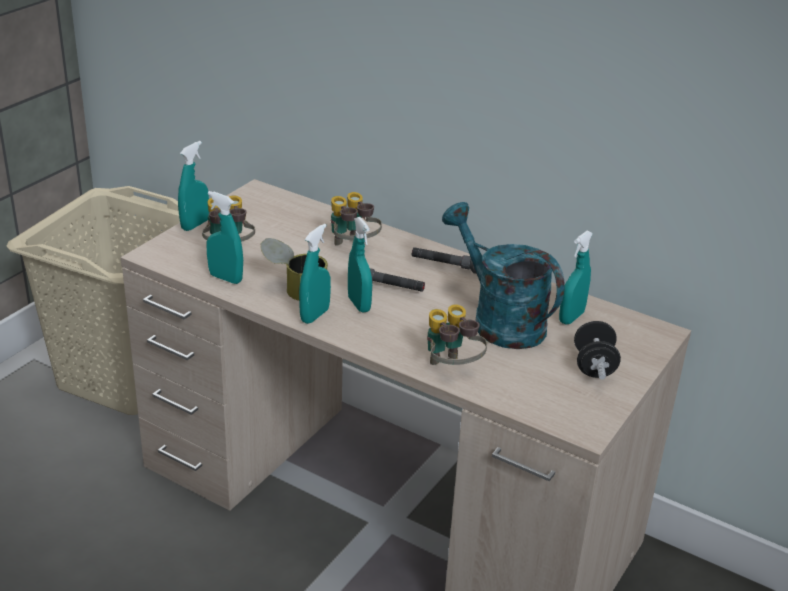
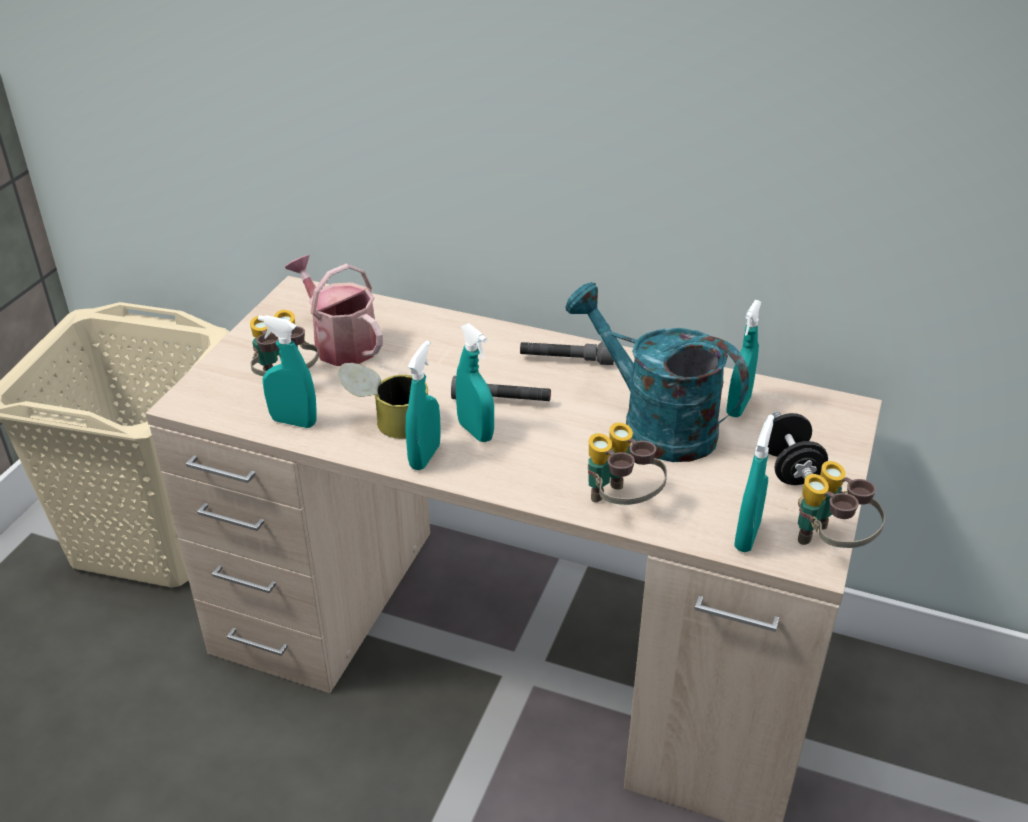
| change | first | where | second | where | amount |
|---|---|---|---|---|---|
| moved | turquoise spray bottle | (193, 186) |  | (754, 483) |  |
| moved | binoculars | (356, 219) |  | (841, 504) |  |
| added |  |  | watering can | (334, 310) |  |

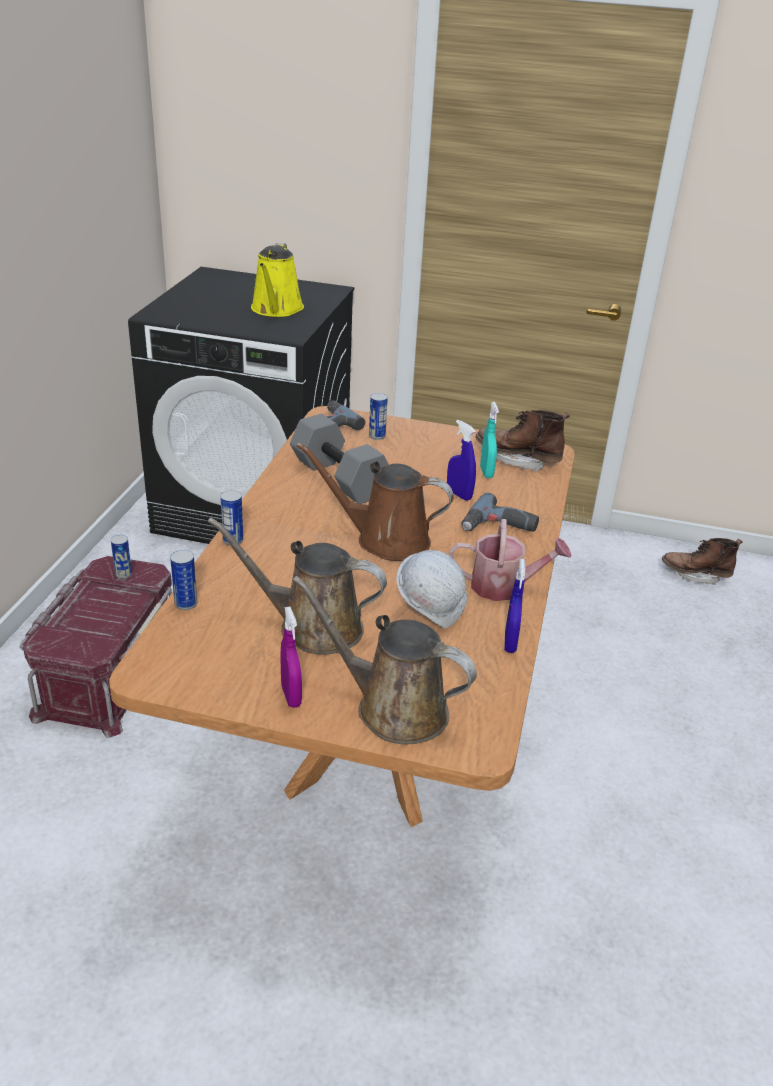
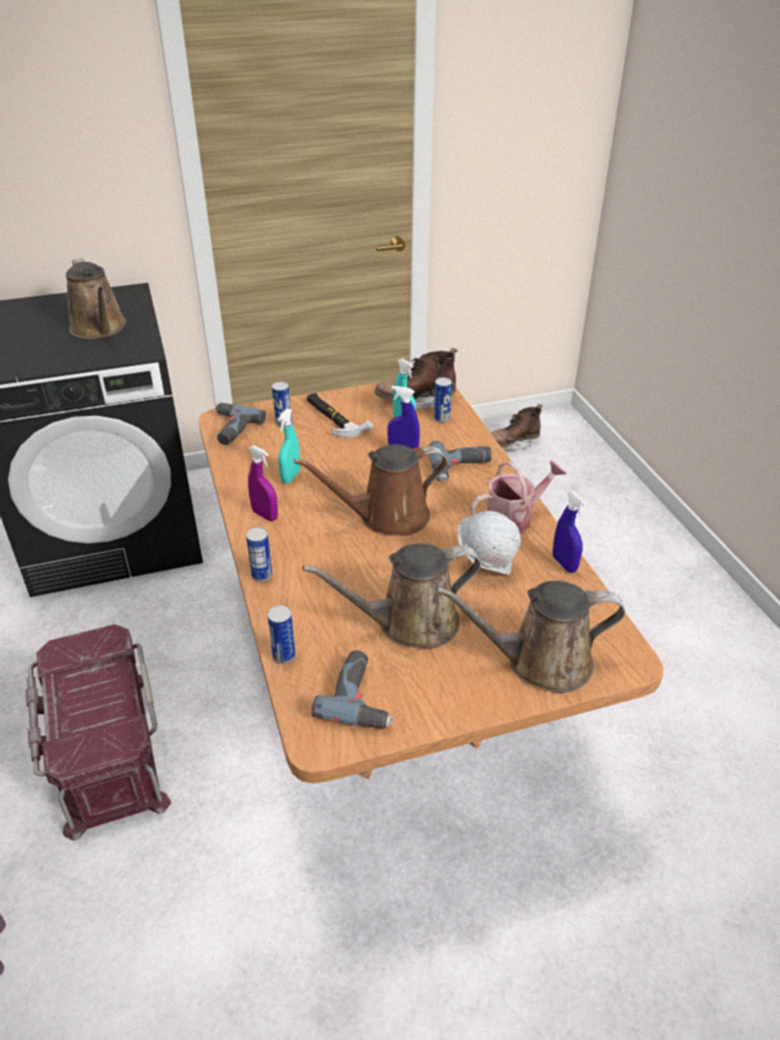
| change | first | where | second | where | amount |
|---|---|---|---|---|---|
| recoloured | yellow watering can | (277, 280) | brown watering can | (96, 298) |  |
| replaced | grey dumbbell | (339, 459) | turquoise spray bottle | (289, 446) |  |
| moved | can | (121, 557) |  | (443, 400) |  |
| moved | purple spray bottle | (291, 657) |  | (263, 483) |  |
| added |  |  | hammer | (340, 415) |  |
| added |  |  | power drill | (352, 689) |  |

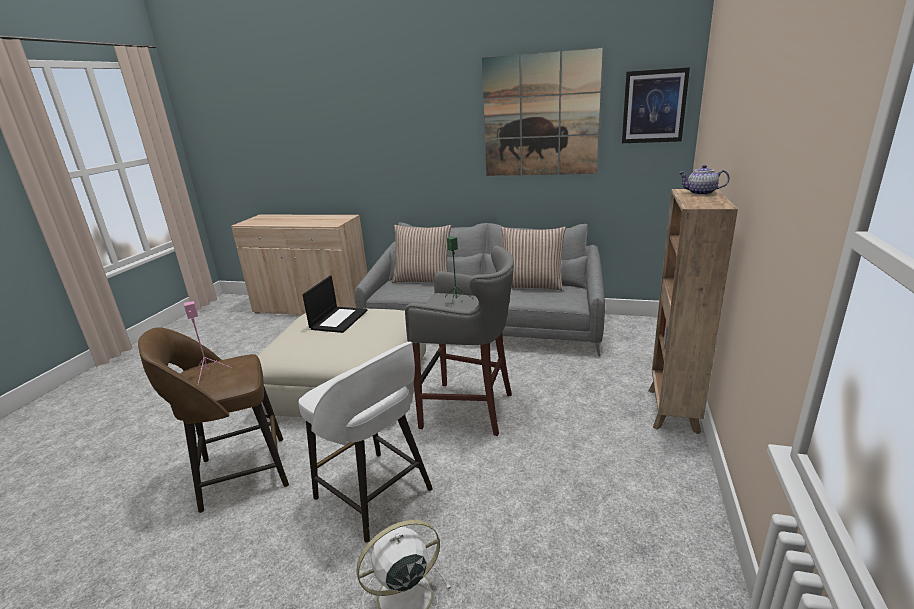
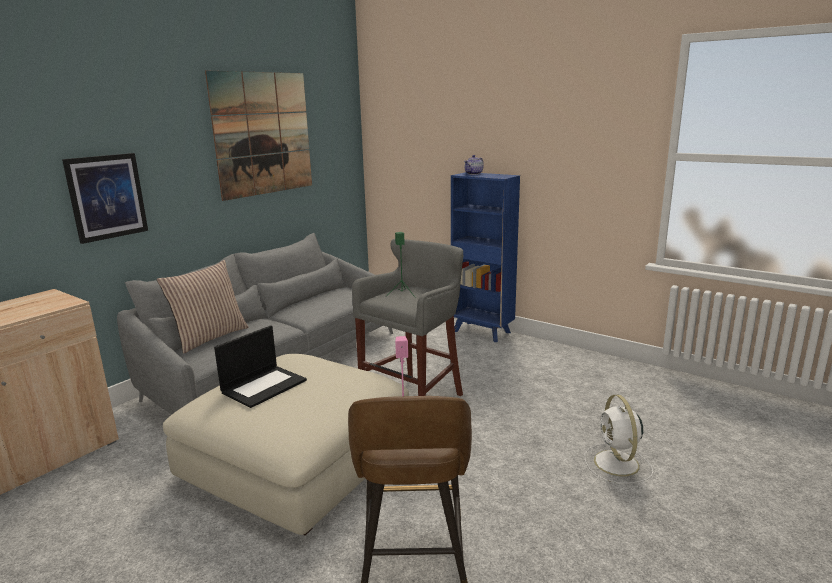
| change | first | where | second | where | amount |
|---|---|---|---|---|---|
| moved | picture | (656, 105) |  | (105, 198) |  |
| recoloured | brown bookcase | (693, 311) | blue bookcase | (485, 257) |  |
| removed | pillow | (533, 259) |  |  |  |
| turned | laptop | (334, 304) |  | (260, 366) | 90 degrees clockwise |
| removed | white stool | (365, 442) |  |  |  |

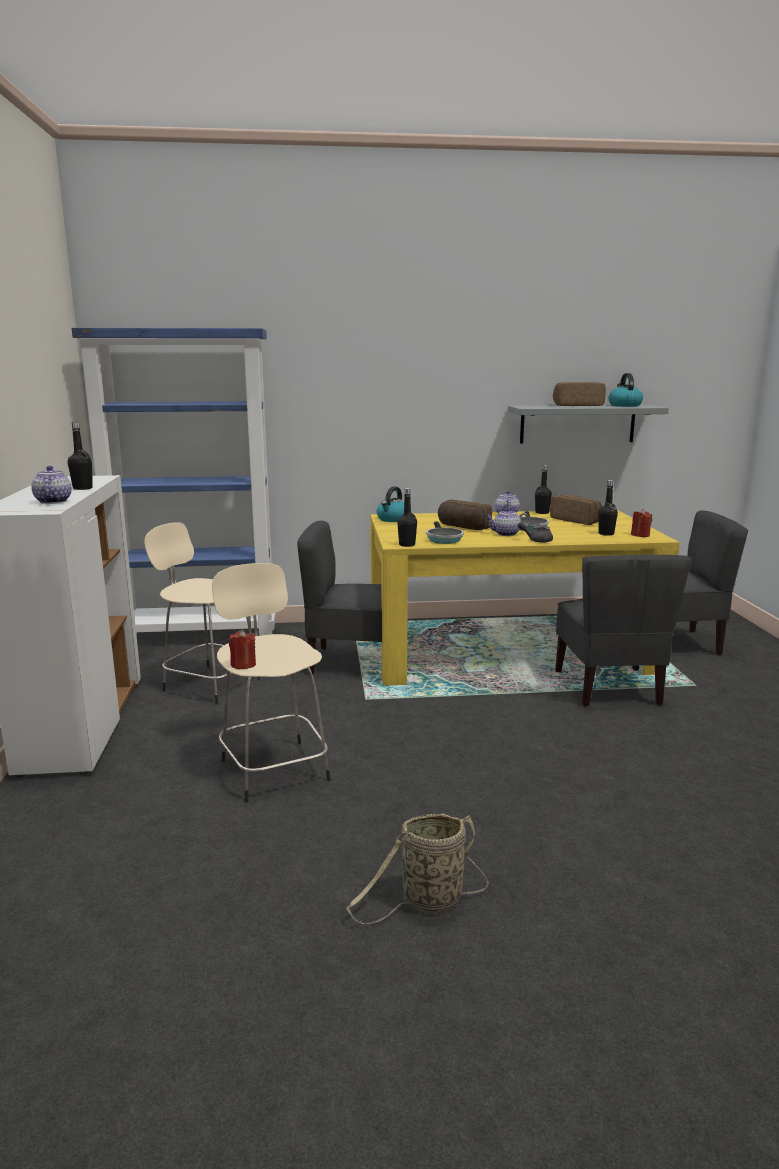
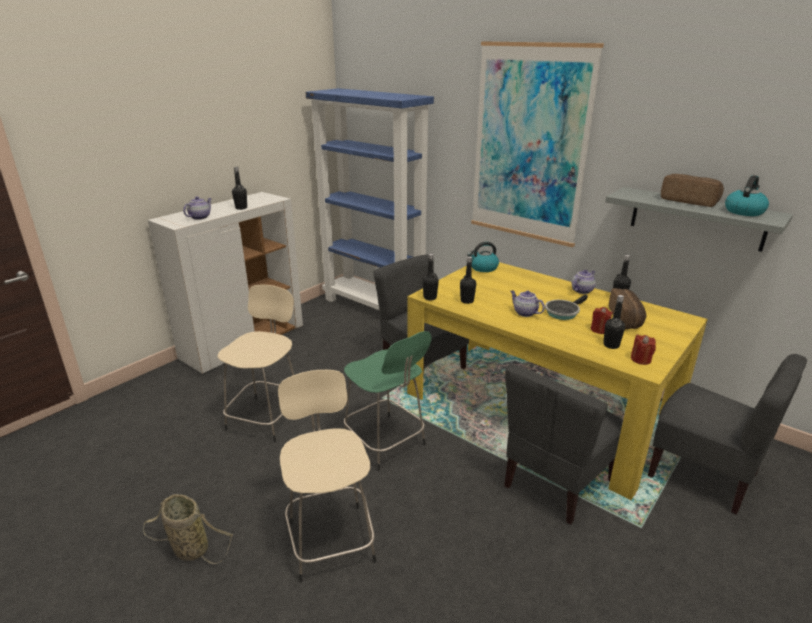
| change | first | where | second | where | amount |
|---|---|---|---|---|---|
| removed | bread | (465, 514) |  |  |  |
| replaced | frying pan | (445, 532) | black bottle | (468, 280) |  |
| moved | beige stool | (202, 613) |  | (327, 476) |  |
| removed | grey teapot | (535, 532) |  |  |  |
| moved | red candle | (242, 649) |  | (602, 320) |  |
| added |  |  | picture | (537, 144) |  |
| added |  |  | green stool | (388, 401) |  |

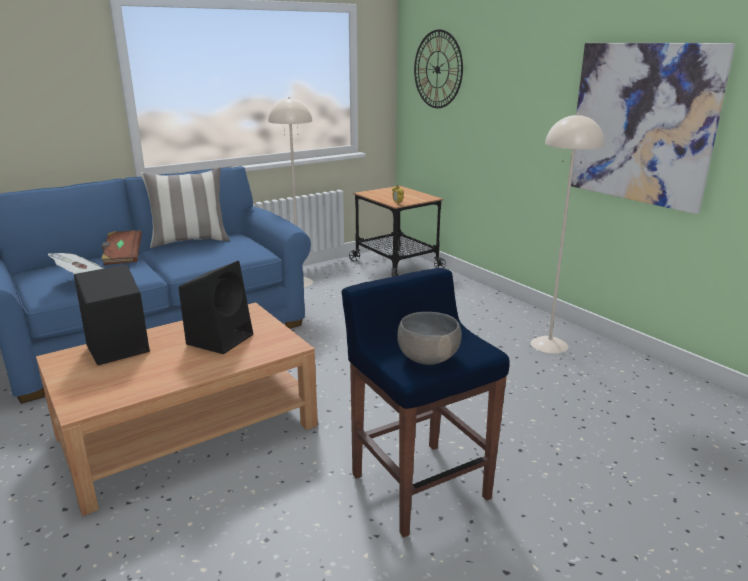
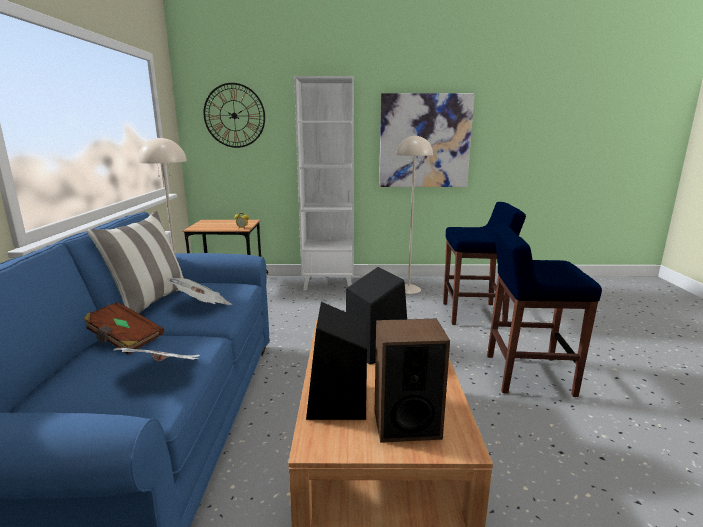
| change | first | where | second | where | amount |
|---|---|---|---|---|---|
| removed | grey bowl | (429, 338) |  |  |  |
| added |  |  | white bookcase | (324, 183) |  |
| added |  |  | blue stool | (484, 263) |  |
| added |  |  | newspaper | (199, 291) |  |
| added |  |  | speaker | (412, 381) |  |

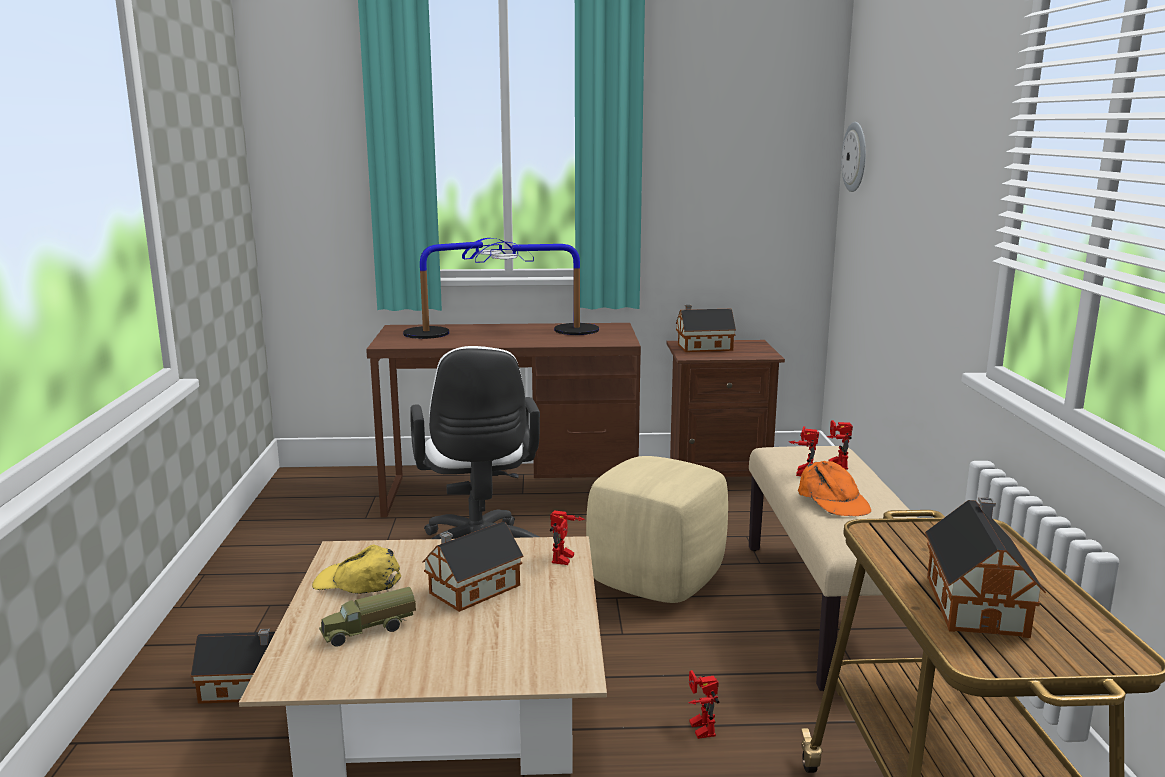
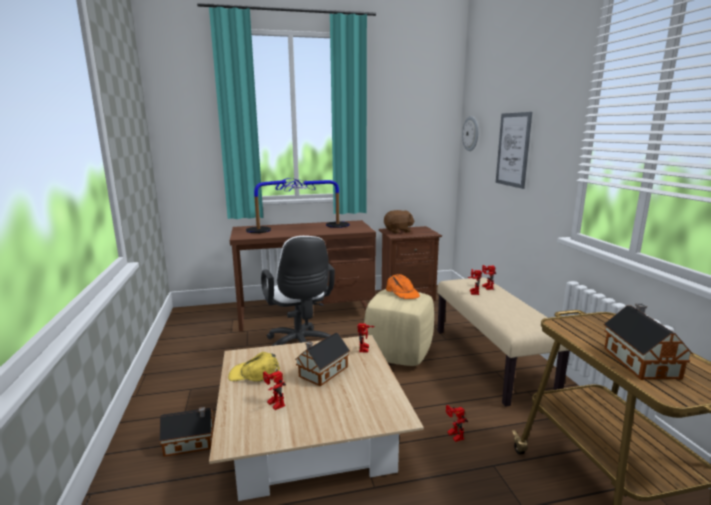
| change | first | where | second | where | amount |
|---|---|---|---|---|---|
| replaced | toy house | (706, 328) | brown plush toy | (399, 222) |  |
| moved | orange cap | (834, 488) |  | (403, 286) |  |
| replaced | toy truck | (367, 617) | toy robot | (274, 390) |  |
| added |  |  | picture | (514, 150) |  |

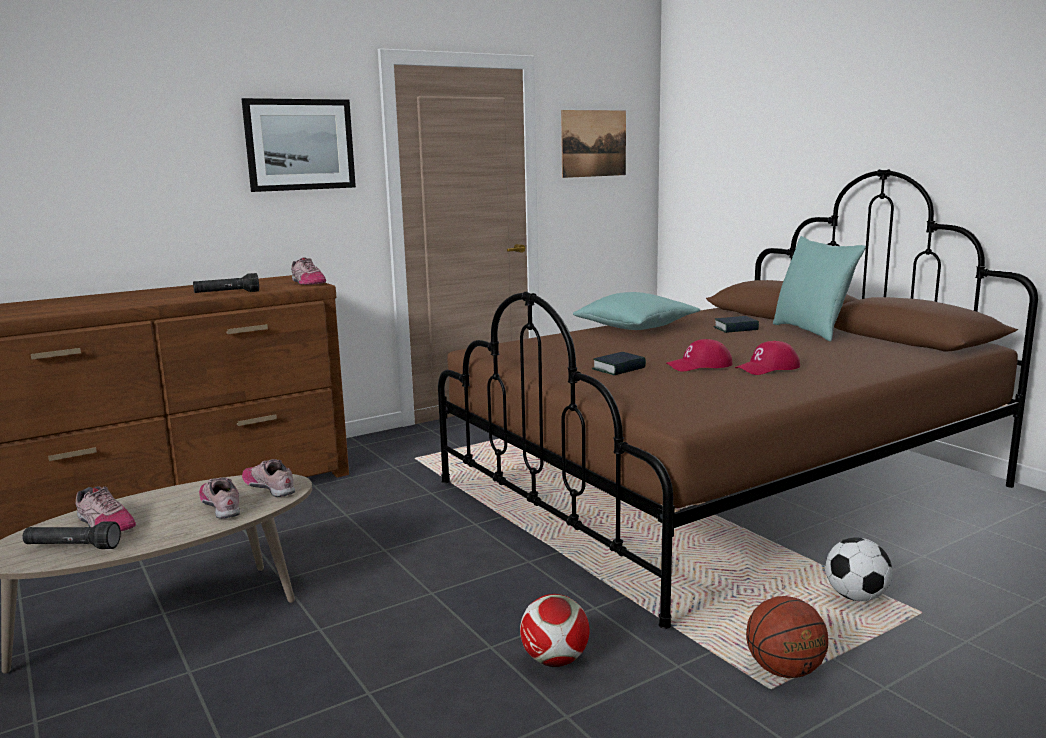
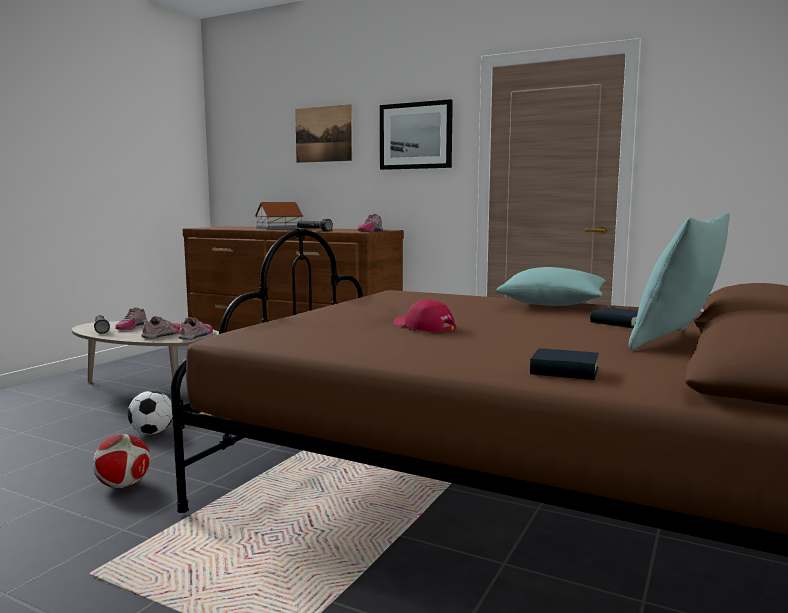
| change | first | where | second | where | amount |
|---|---|---|---|---|---|
| moved | picture | (593, 144) |  | (323, 133) |  |
| removed | red cap | (767, 358) |  |  |  |
| moved | book | (619, 363) |  | (564, 364) |  |
| moved | football | (859, 569) |  | (150, 412) |  |
| removed | basketball | (787, 637) |  |  |  |
| added |  |  | toy house | (279, 215) |  |

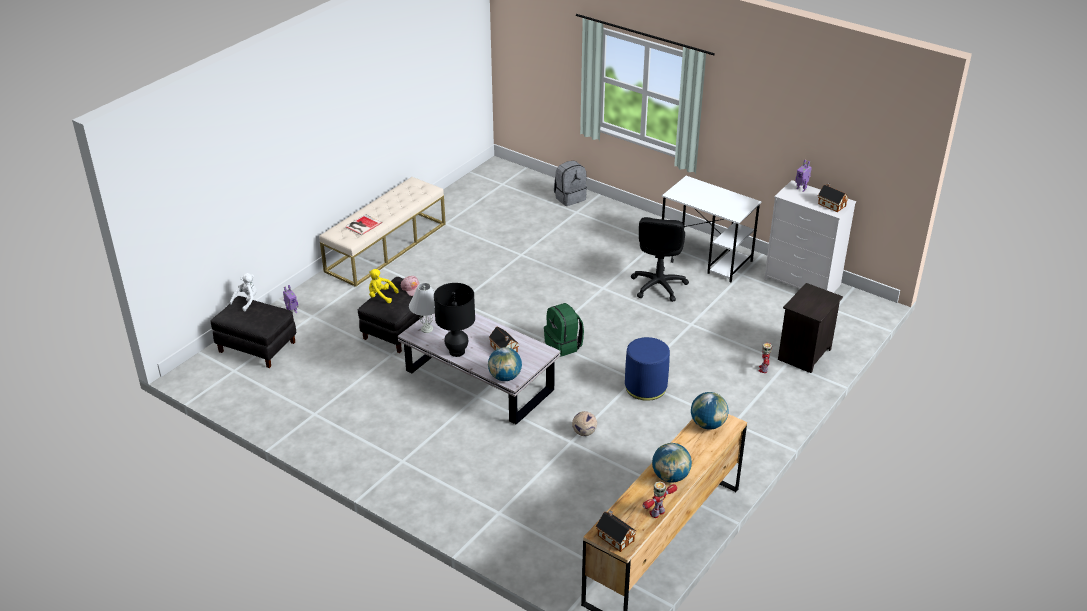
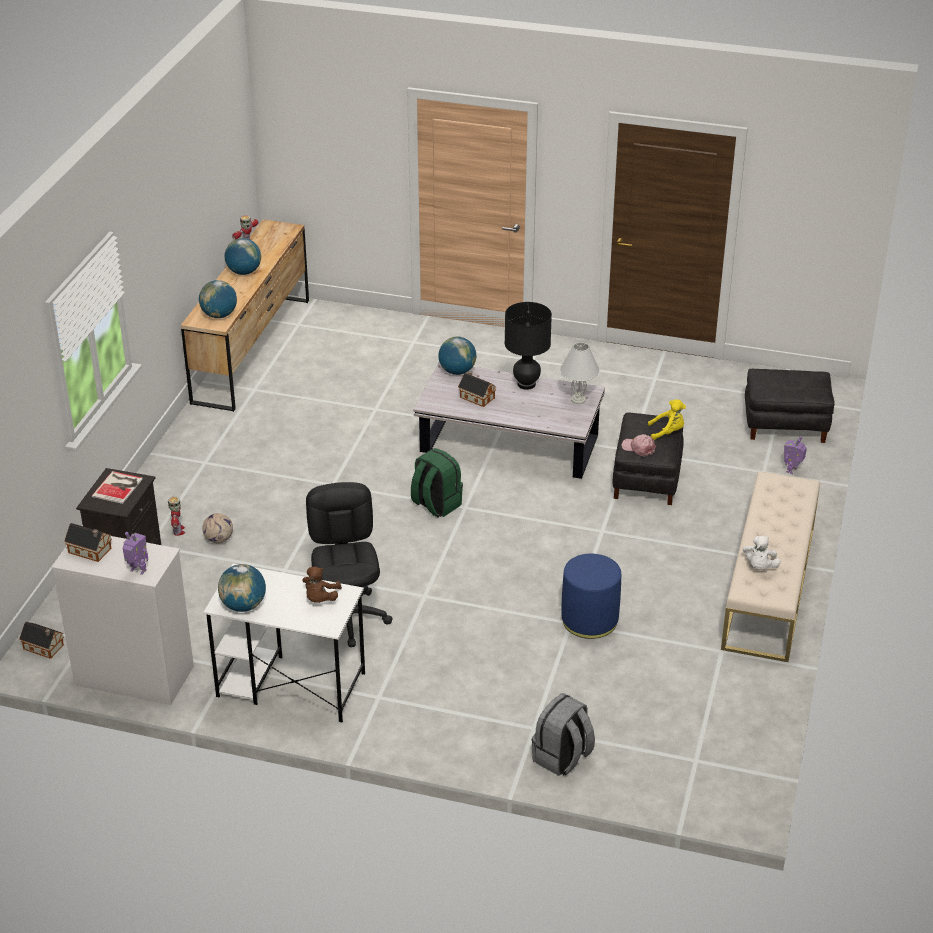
| change | first | where | second | where | amount |
|---|---|---|---|---|---|
| moved | book | (363, 224) |  | (117, 487) |  |
| moved | white plush toy | (243, 292) |  | (762, 553) |  |
| moved | blue ottoman | (647, 369) |  | (591, 596) |  |
| moved | football | (584, 423) |  | (218, 528) |  |
| moved | toy house | (616, 531) |  | (41, 640) |  |
| added |  |  | globe | (242, 588) |  |
| added |  |  | brown plush toy | (322, 584) |  |

